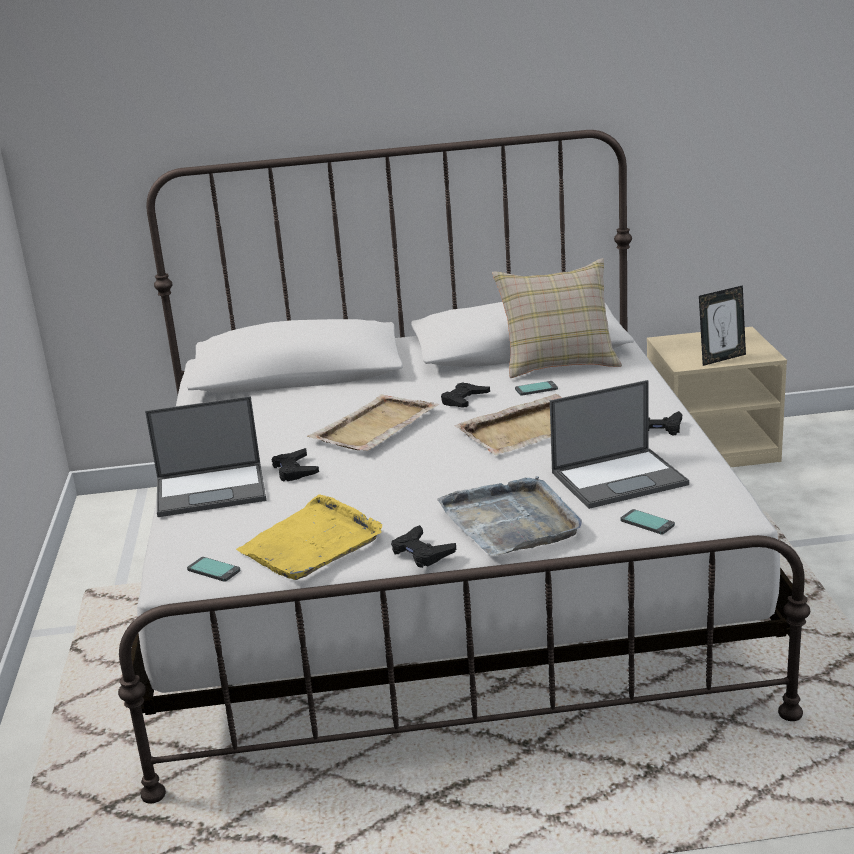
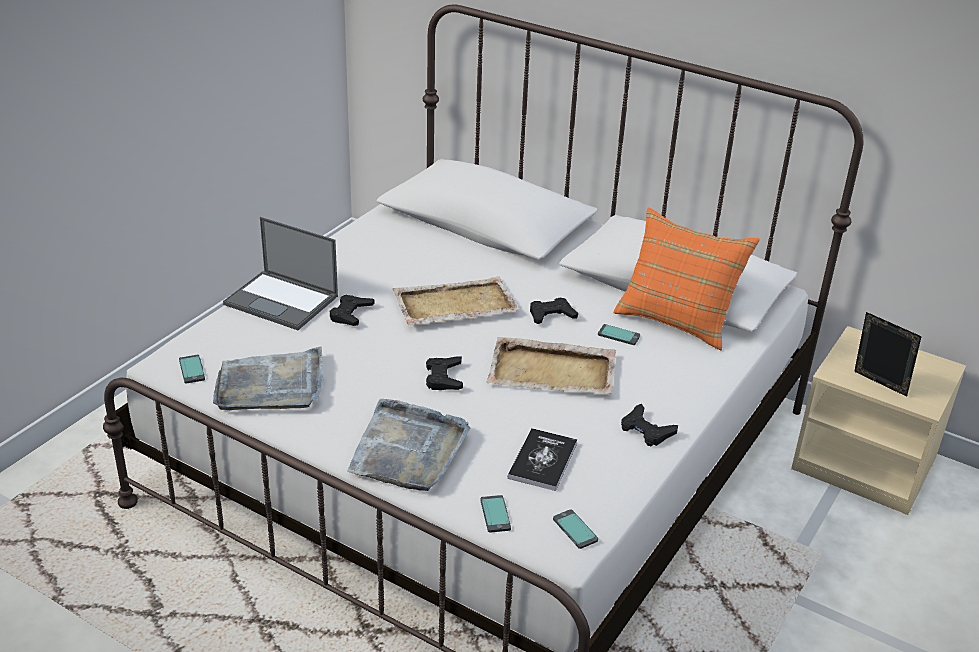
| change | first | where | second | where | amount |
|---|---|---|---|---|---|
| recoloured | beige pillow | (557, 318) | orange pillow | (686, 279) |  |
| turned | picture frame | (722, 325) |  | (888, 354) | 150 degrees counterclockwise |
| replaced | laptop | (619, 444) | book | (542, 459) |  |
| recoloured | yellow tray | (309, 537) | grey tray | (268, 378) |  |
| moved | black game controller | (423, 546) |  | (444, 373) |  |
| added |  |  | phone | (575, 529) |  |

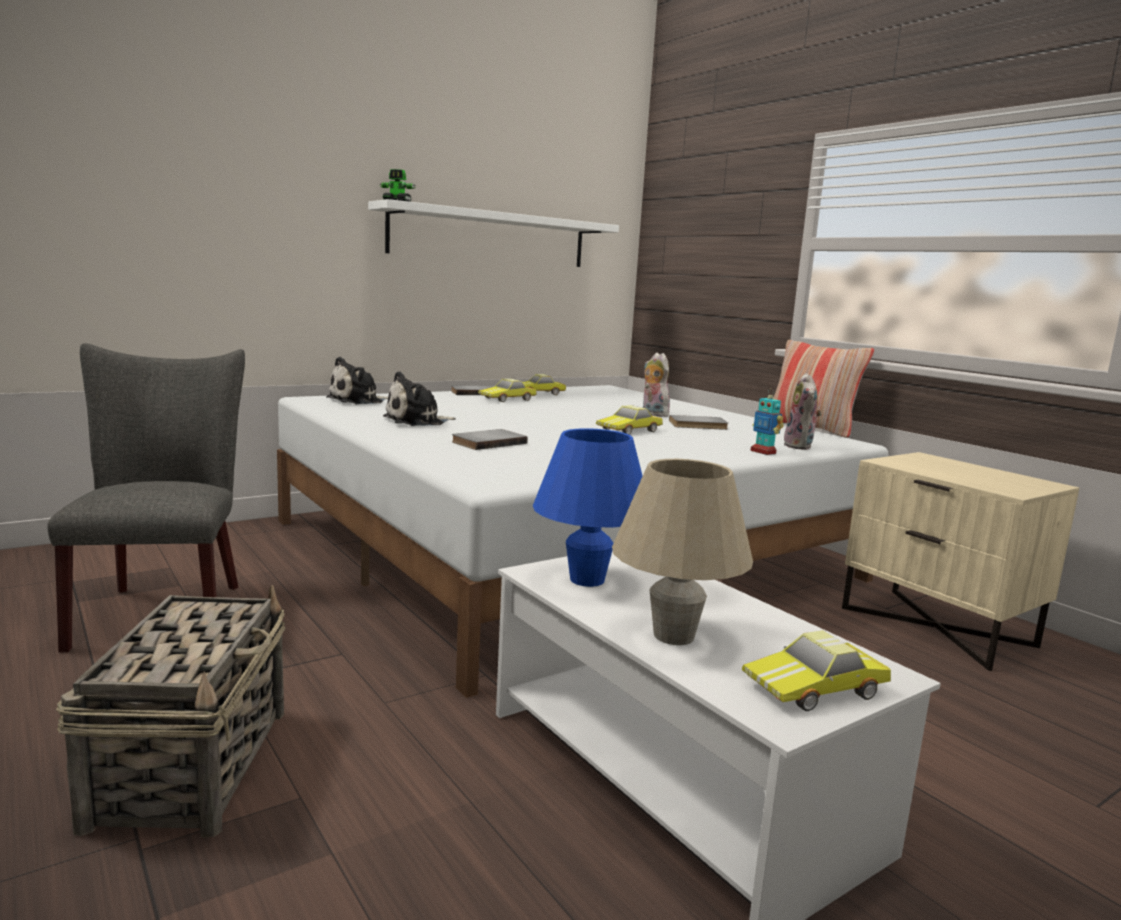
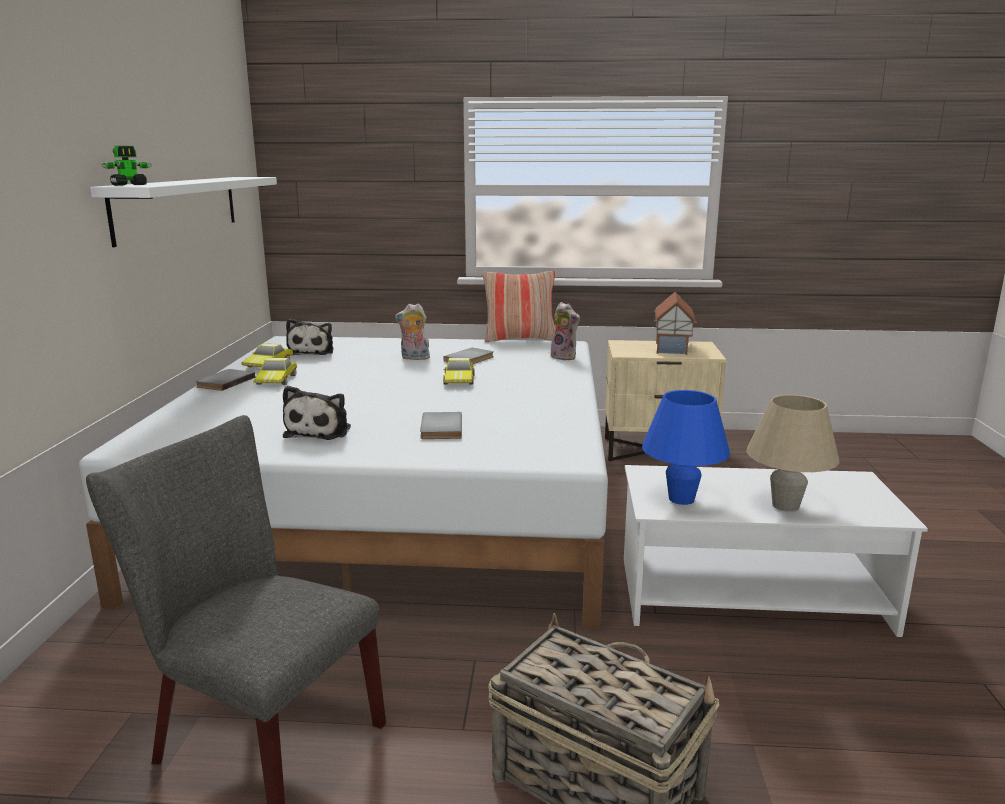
| change | first | where | second | where | amount |
|---|---|---|---|---|---|
| moved | plush toy | (357, 380) |  | (309, 337) |  |
| removed | toy robot | (767, 422) |  |  |  |
| removed | toy car | (816, 670) |  |  |  |
| added |  |  | toy house | (675, 323) |  |

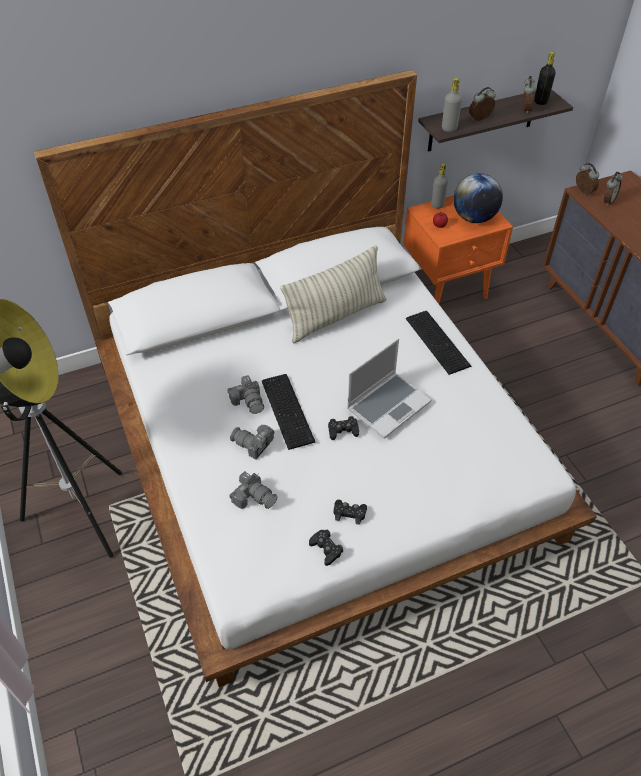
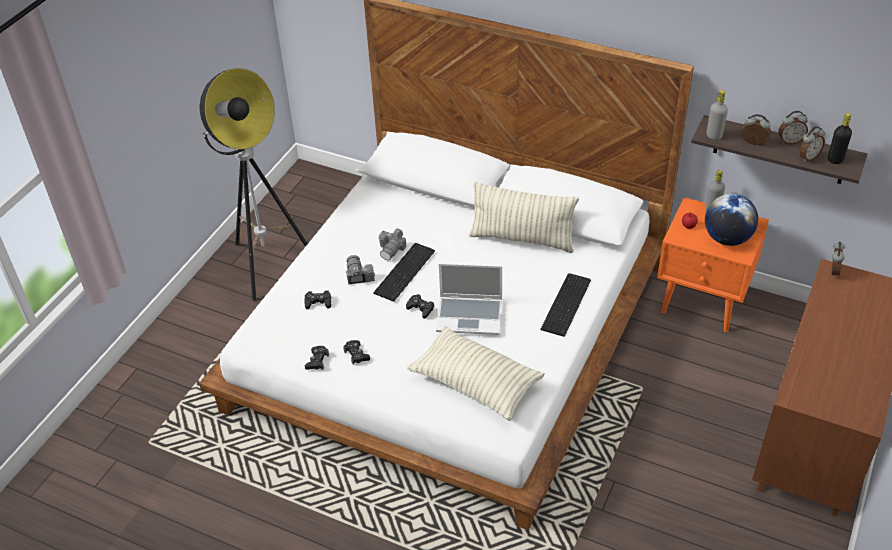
| change | first | where | second | where | amount |
|---|---|---|---|---|---|
| moved | alarm clock | (613, 189) |  | (793, 128) |  |
| replaced | photo camera | (253, 490) | black game controller | (317, 299) |  |
| added |  |  | pillow | (476, 373) |  |

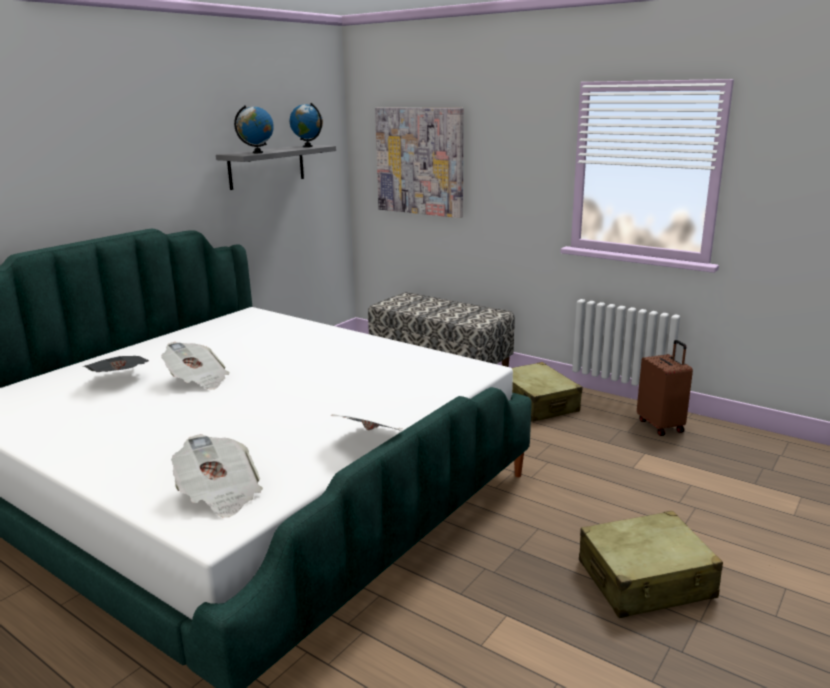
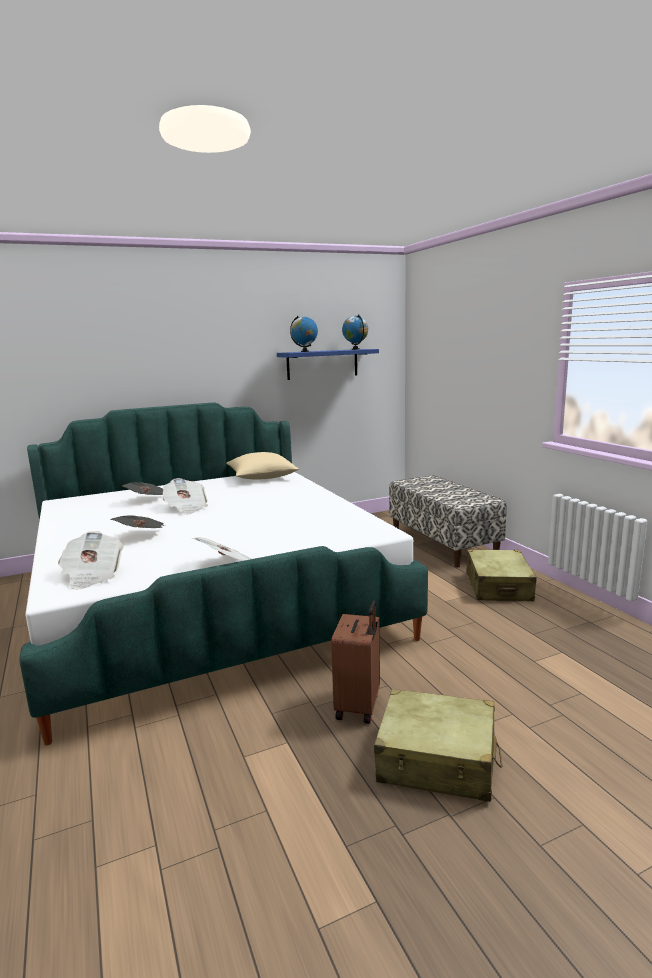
| change | first | where | second | where | amount |
|---|---|---|---|---|---|
| removed | picture | (419, 163) |  |  |  |
| recoloured | grey shelf | (276, 167) | blue shelf | (328, 364) |  |
| moved | brown suitcase | (665, 388) |  | (355, 662) |  |
| added |  |  | beige pillow | (263, 465) |  |
| added |  |  | newspaper | (137, 521) |  |

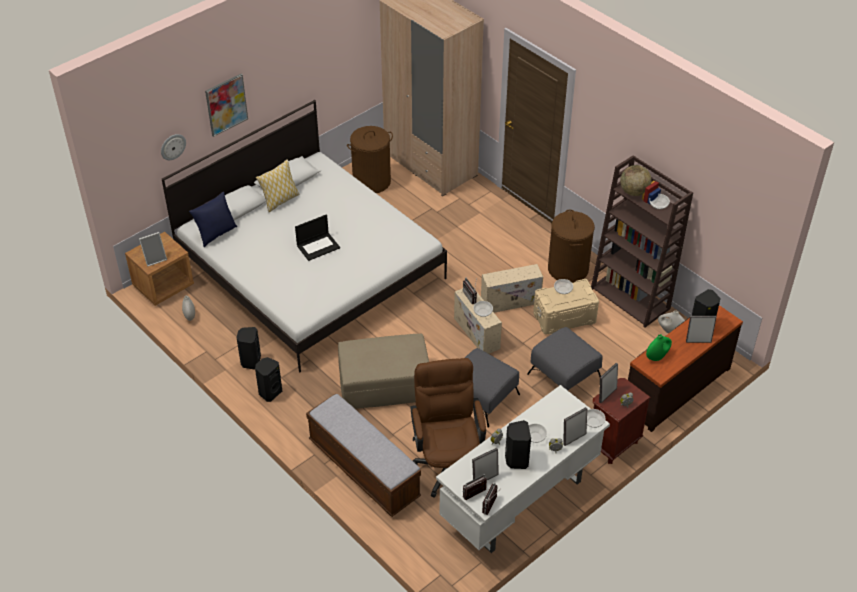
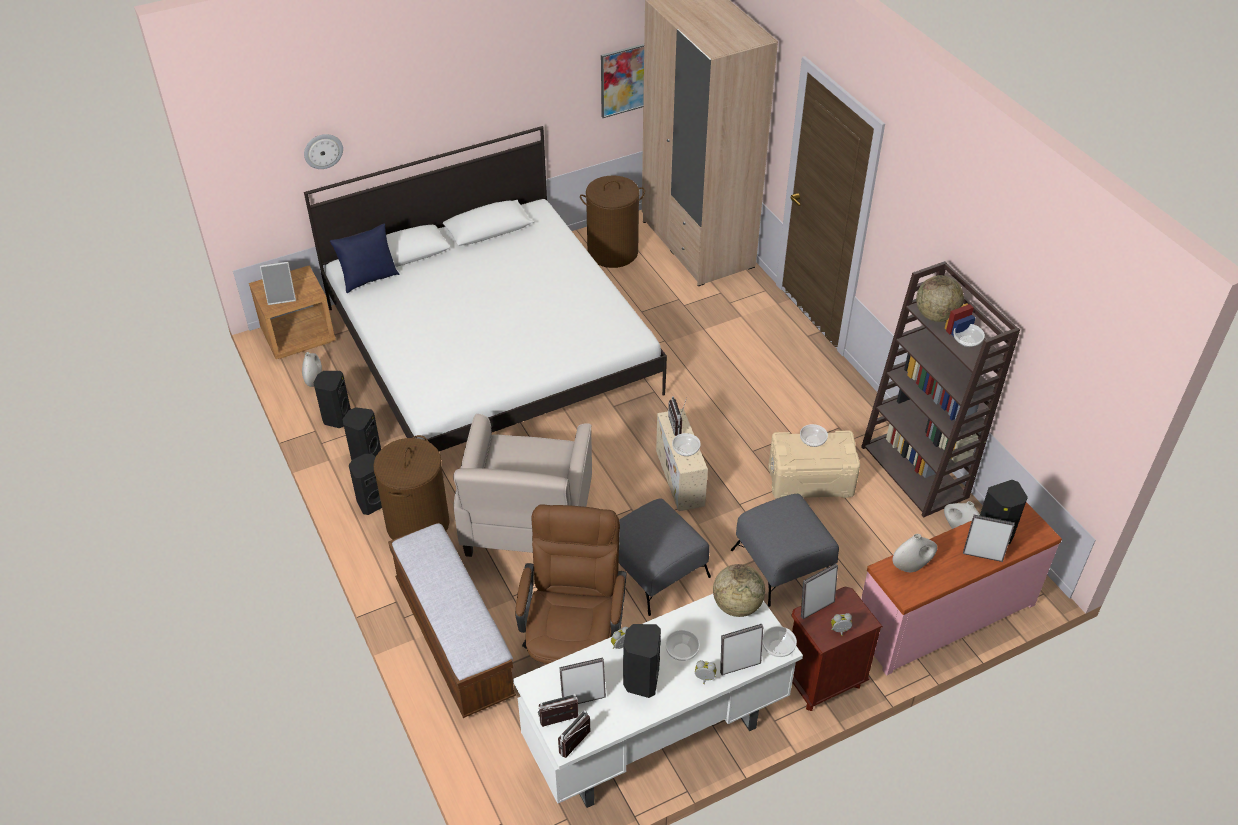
| change | first | where | second | where | amount |
|---|---|---|---|---|---|
| moved | picture | (226, 105) |  | (622, 81) |  |
| removed | pillow | (278, 185) |  |  |  |
| moved | brown laundry basket | (571, 246) |  | (411, 487) |  |
| removed | laptop | (317, 237) |  |  |  |
| removed | beige storage box | (512, 288) |  |  |  |
| recoloured | brown dresser | (685, 368) | pink dresser | (961, 588) |  |
| replaced | beige ottoman | (383, 371) | beige armchair | (522, 485) |  |
| recoloured | green vase | (659, 347) | white vase | (915, 553) |  |
| added |  |  | black speaker | (332, 399) |  |
| added |  |  | globe | (739, 590) |  |

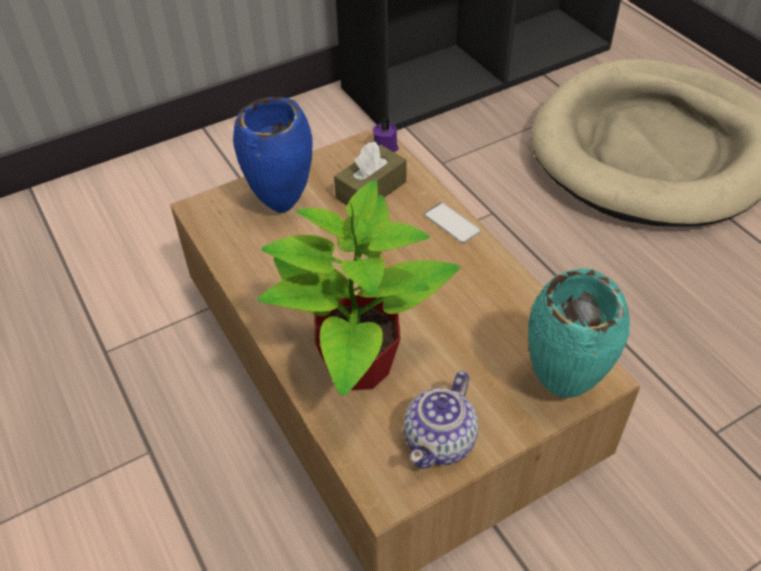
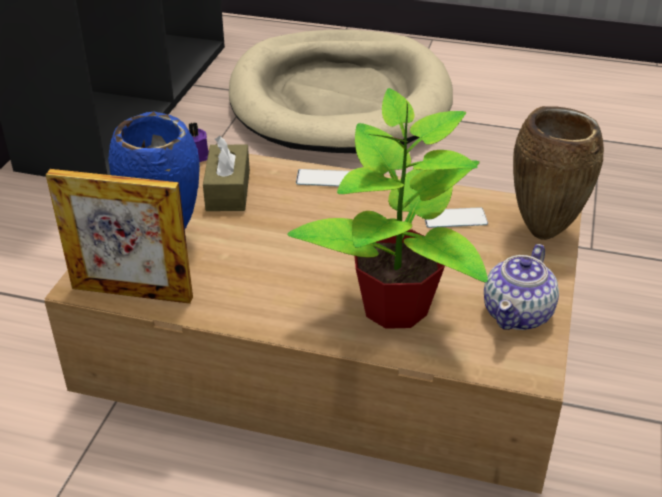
| change | first | where | second | where | amount |
|---|---|---|---|---|---|
| recoloured | turquoise vase | (579, 333) | brown vase | (558, 173) |  |
| turned | teapot | (440, 420) |  | (521, 287) | 45 degrees clockwise |
| added |  |  | picture frame | (119, 236) |  |
| added |  |  | phone | (456, 217) |  |

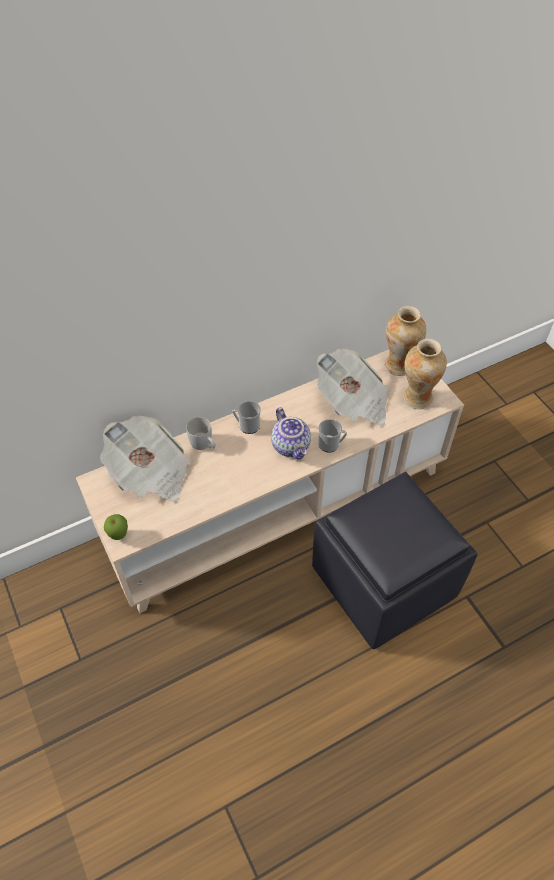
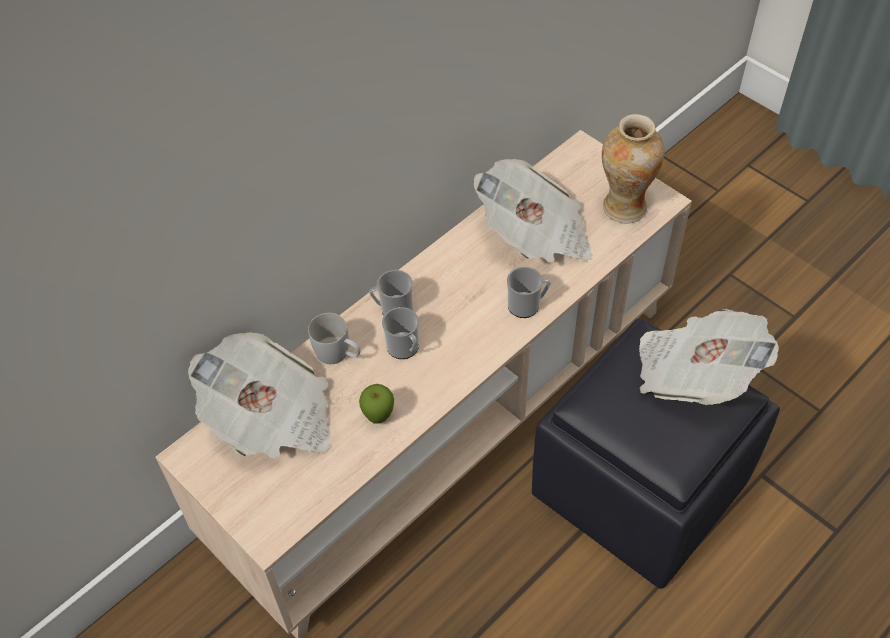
| change | first | where | second | where | amount |
|---|---|---|---|---|---|
| removed | vase | (405, 341) |  |  |  |
| removed | teapot | (291, 433) |  |  |  |
| moved | apple | (116, 527) |  | (376, 404) |  |
| added |  |  | mug | (400, 333) |  |
| added |  |  | newspaper | (709, 357) |  |

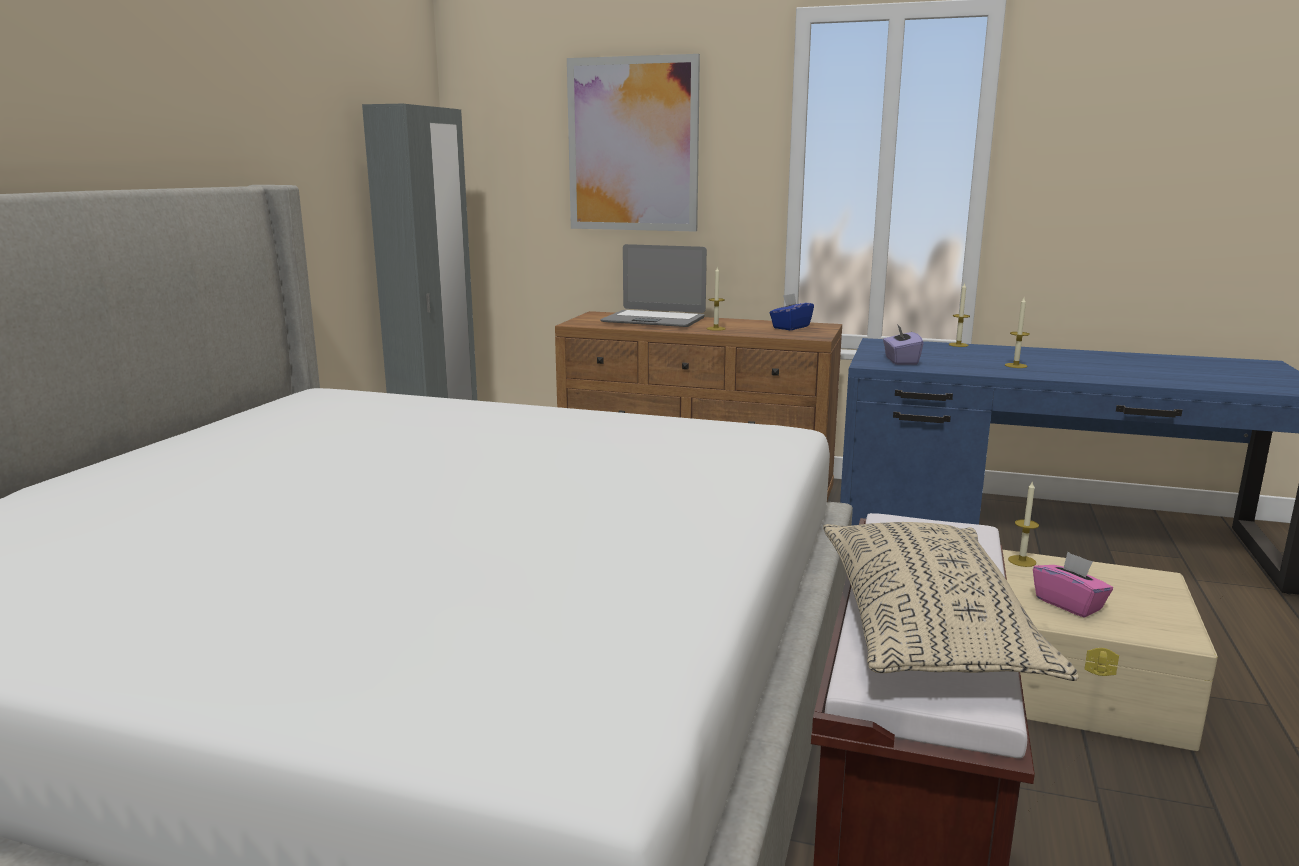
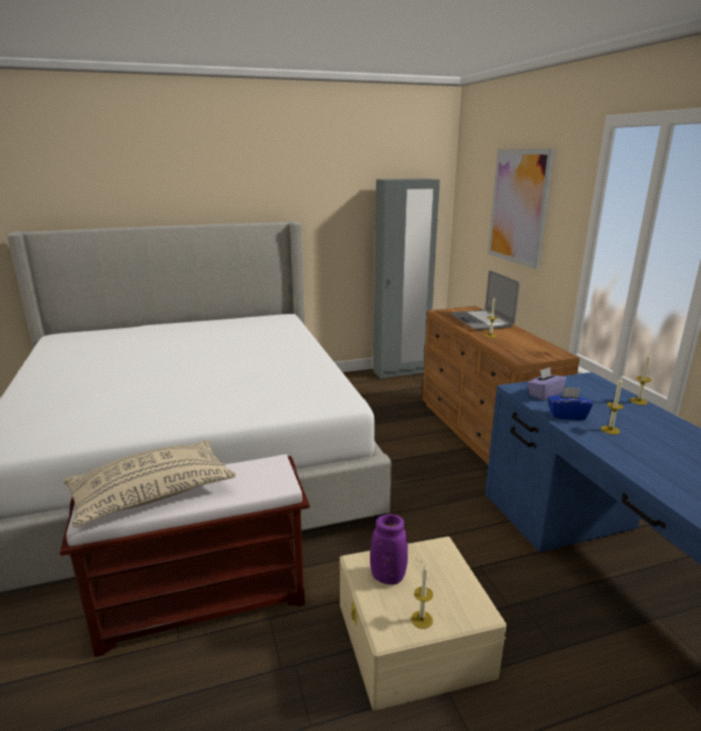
| change | first | where | second | where | amount |
|---|---|---|---|---|---|
| moved | blue tissue box | (792, 311) |  | (570, 403) |  |
| moved | candle | (1023, 523) |  | (422, 596) |  |
| replaced | pink tissue box | (1073, 585) | purple vase | (389, 549) |  |

